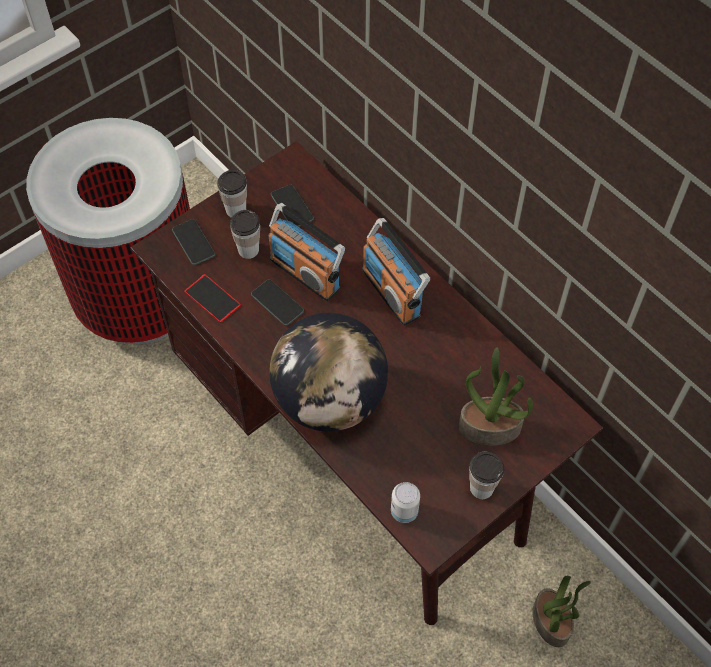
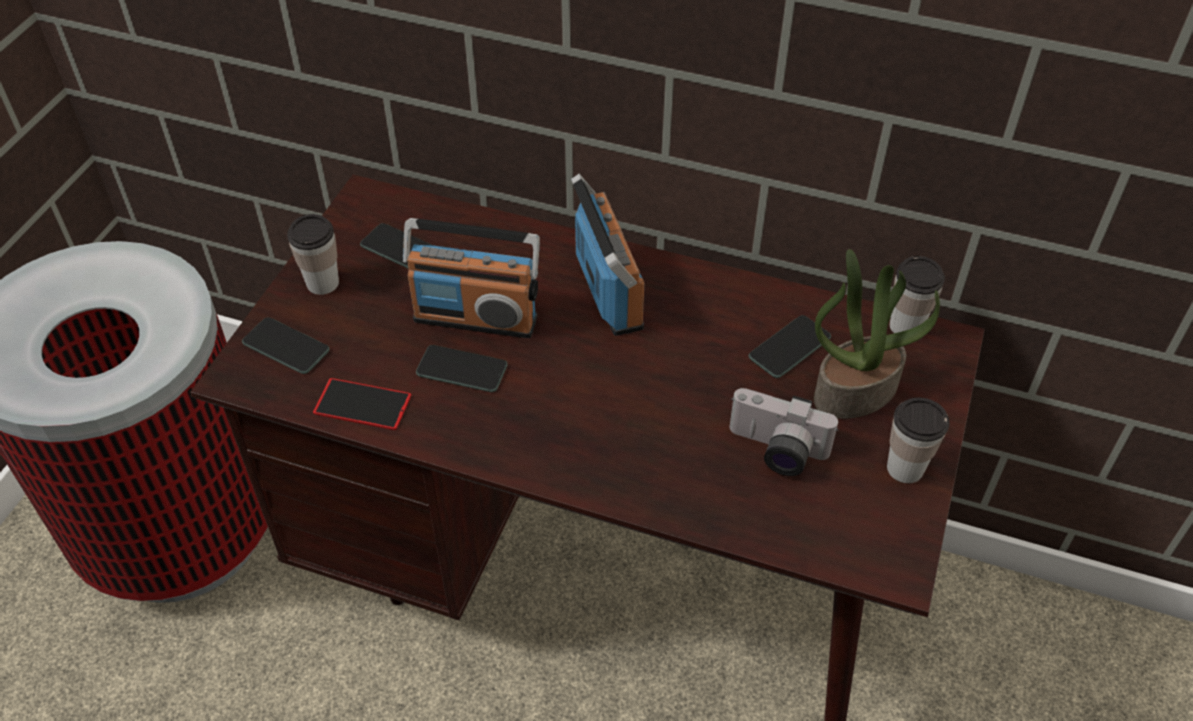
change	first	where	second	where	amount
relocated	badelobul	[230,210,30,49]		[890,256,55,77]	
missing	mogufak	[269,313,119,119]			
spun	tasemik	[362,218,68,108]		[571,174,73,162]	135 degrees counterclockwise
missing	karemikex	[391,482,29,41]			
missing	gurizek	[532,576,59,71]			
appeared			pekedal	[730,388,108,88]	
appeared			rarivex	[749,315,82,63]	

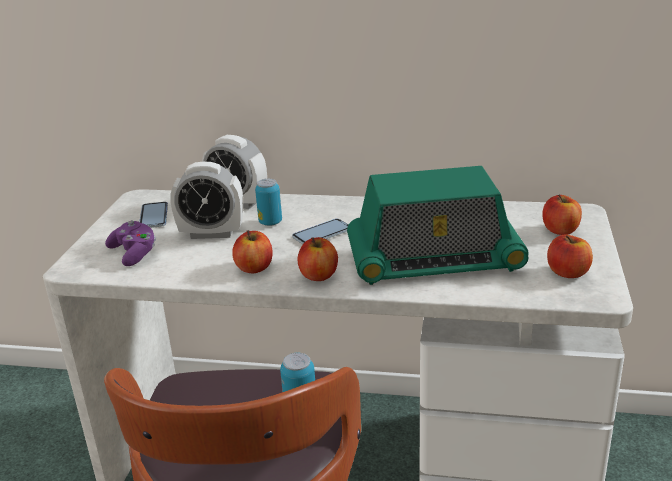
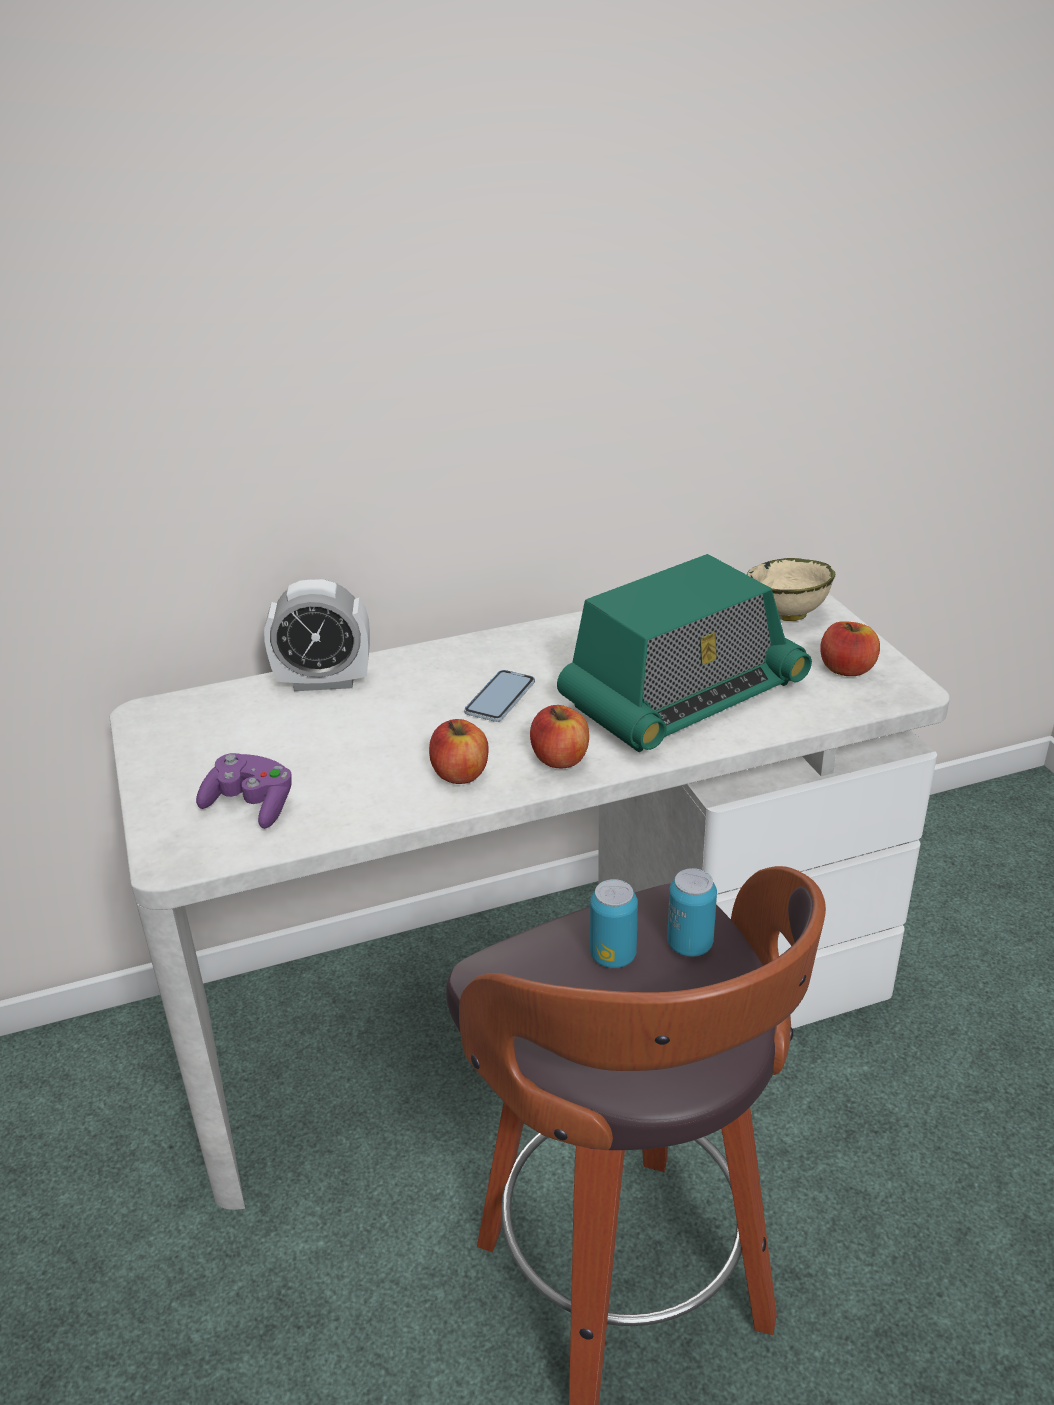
change	first	where	second	where	amount
missing	rarivex	[139,202,29,26]			
missing	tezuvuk	[170,162,73,77]			
relocated	karemikex	[255,179,27,47]		[590,879,48,89]	
exchanged	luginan	[542,194,40,41]	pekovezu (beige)	[747,558,88,63]	

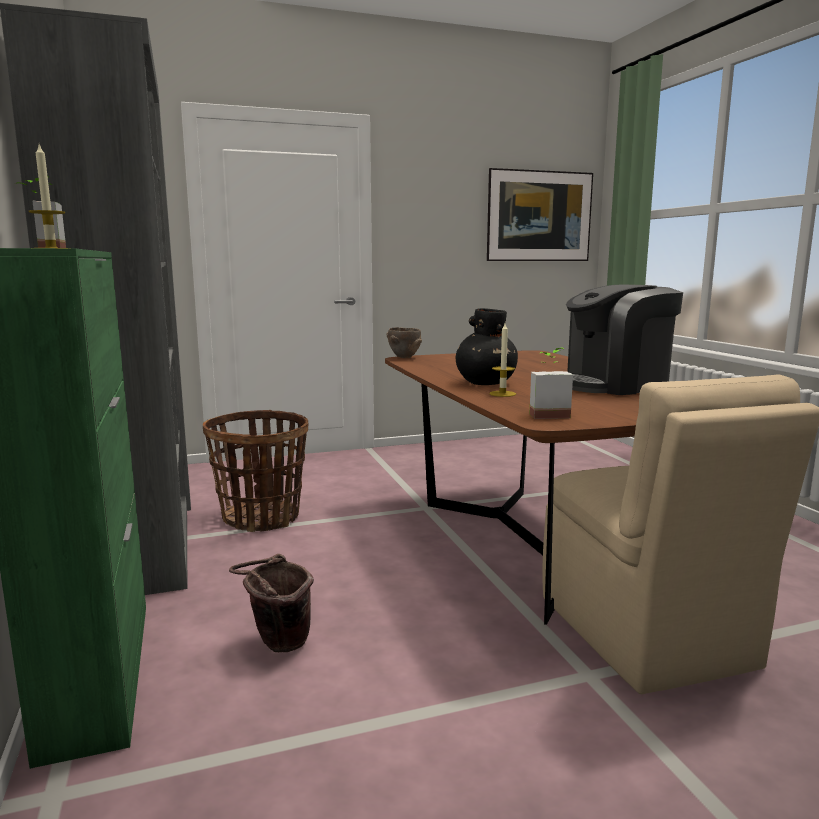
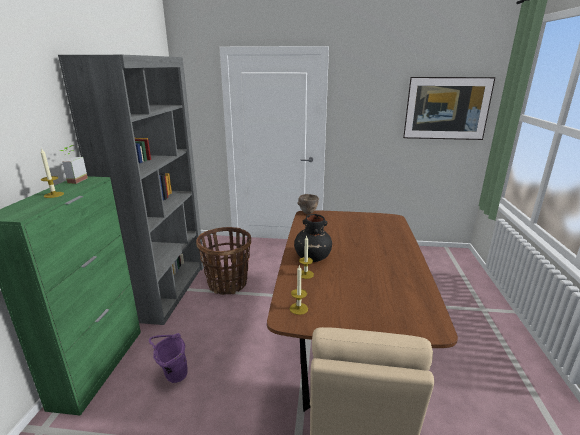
change	first	where	second	where	amount
colour	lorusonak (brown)	[229,554,85,98]	lorusonak (purple)	[149,333,39,50]	
exchanged	gurizek	[529,347,44,72]	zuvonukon	[290,265,18,50]	
missing	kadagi	[566,285,117,110]			

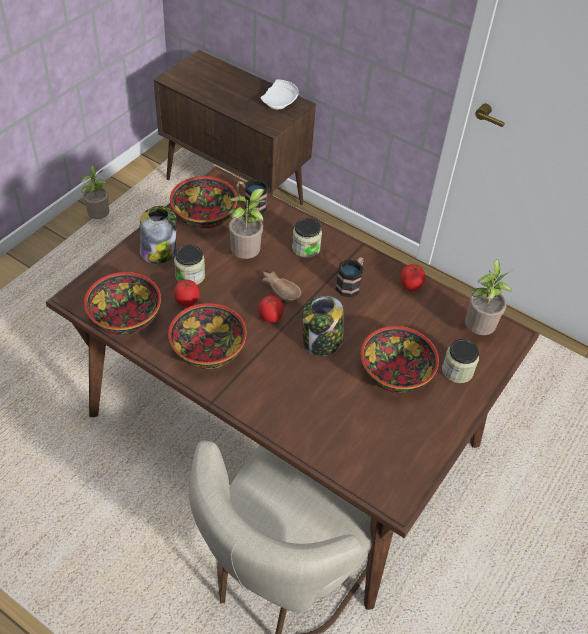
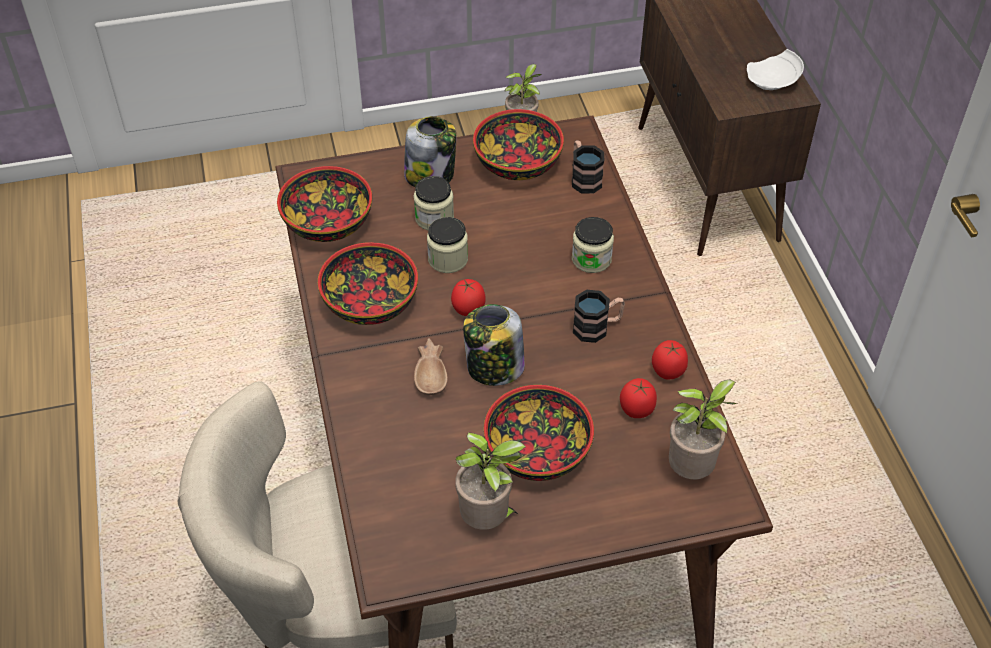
change	first	where	second	where	amount
relocated	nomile	[174,280,26,27]		[620,378,37,40]	
relocated	gurizek	[229,188,38,71]		[455,432,71,98]	
relocated	pekovezu (brown)	[262,271,39,31]		[414,338,33,57]	
relocated	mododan	[442,339,37,44]		[427,217,41,56]	

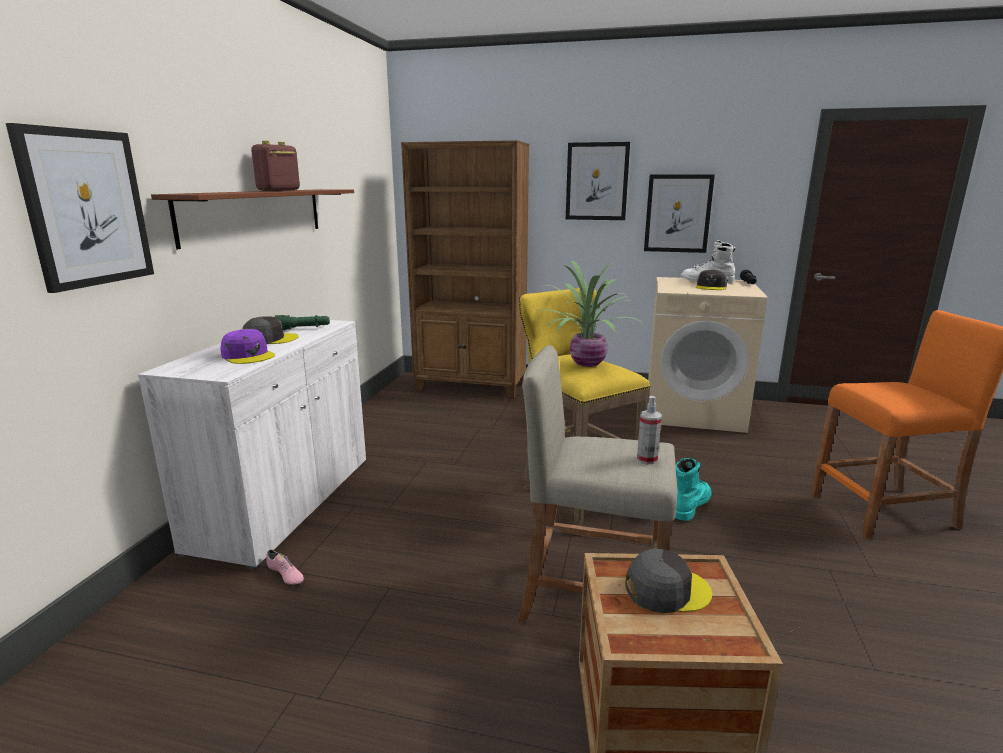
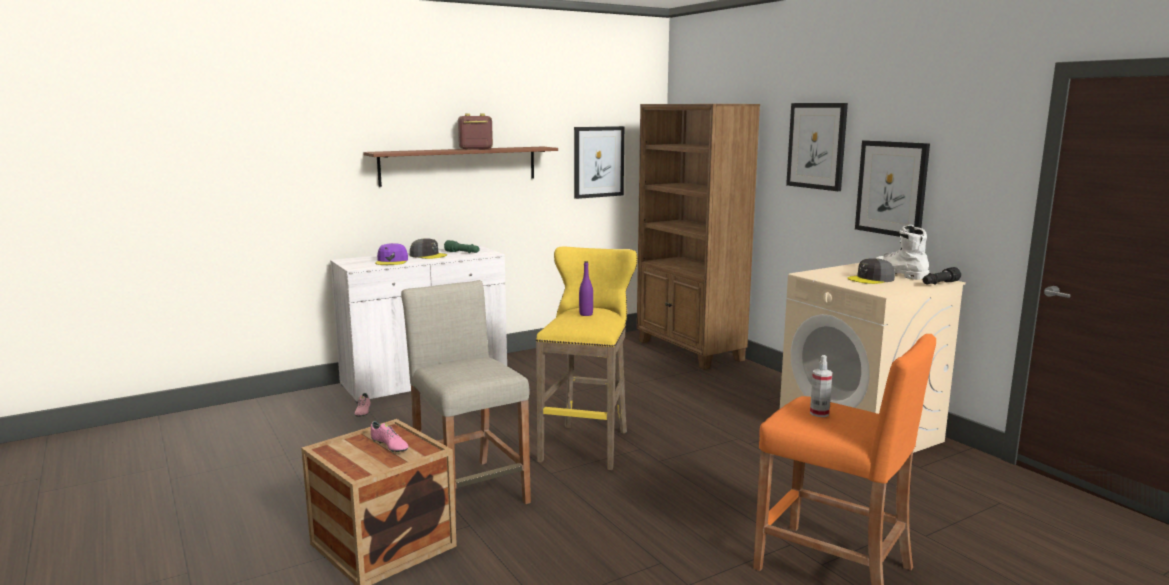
change	first	where	second	where	amount
relocated	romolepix	[6,123,148,170]		[574,126,50,73]	
exchanged	gurizek	[539,261,101,106]	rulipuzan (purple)	[579,261,14,55]	
exchanged	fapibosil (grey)	[625,549,87,64]	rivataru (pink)	[371,421,37,32]	
relocated	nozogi	[637,396,25,68]		[810,355,23,62]	
missing	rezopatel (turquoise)	[675,458,37,63]			

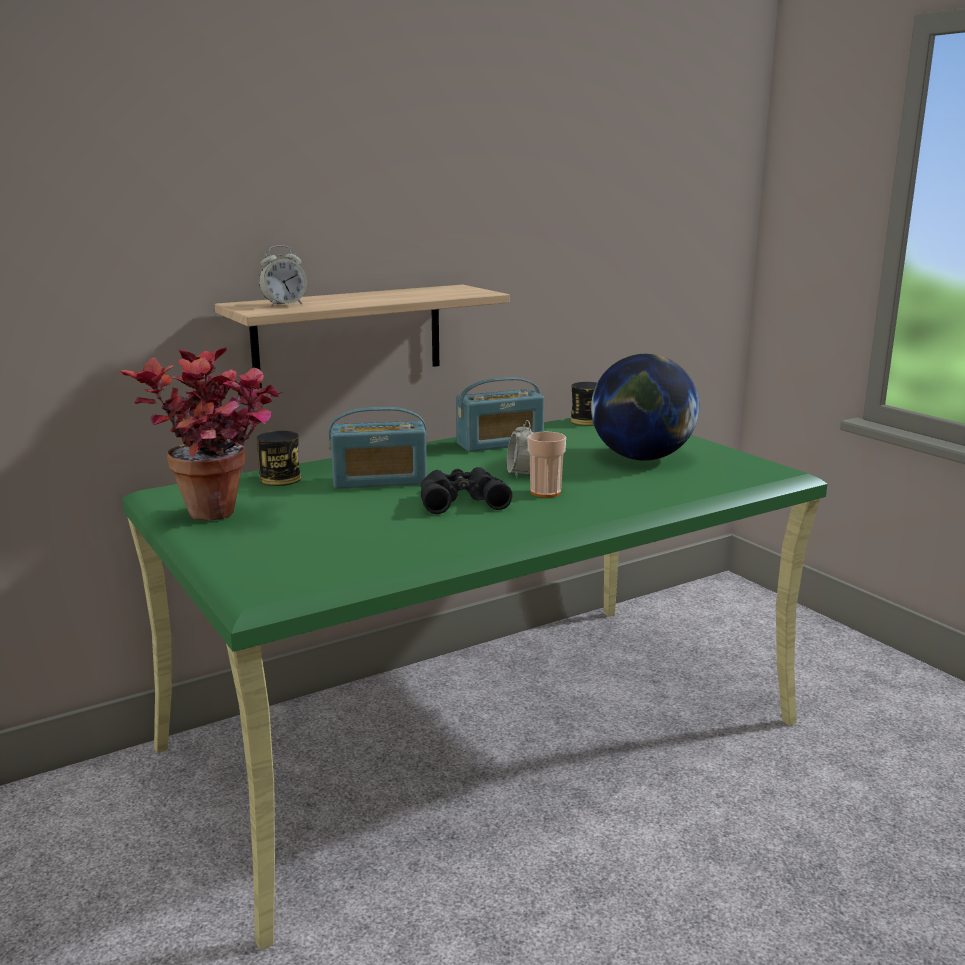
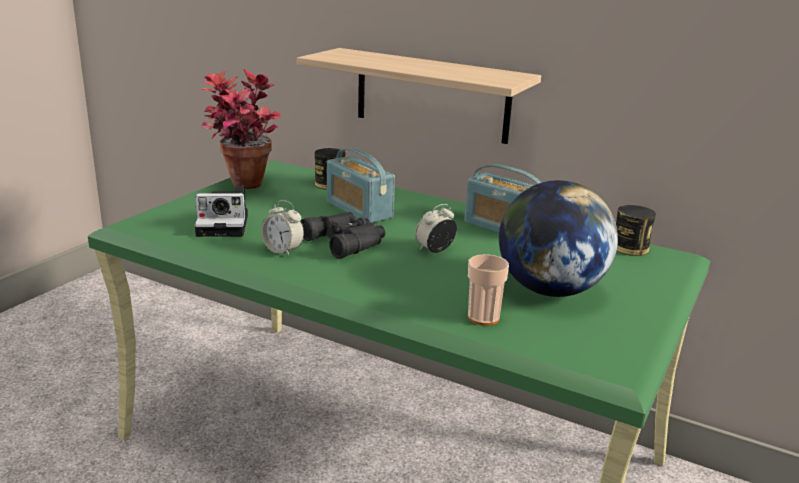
change	first	where	second	where	amount
relocated	tezuvuk	[259,245,48,62]		[261,200,43,56]	
relocated	badelobul	[527,431,39,67]		[468,254,41,72]	
appeared			pekedal	[195,186,53,51]	

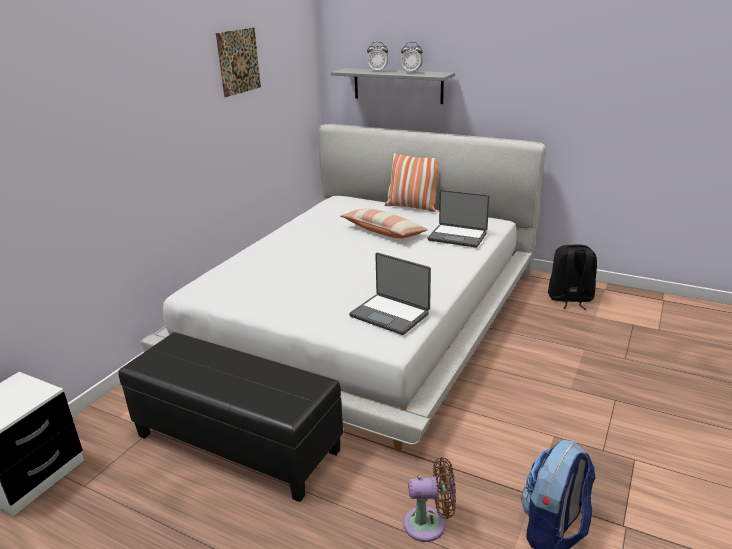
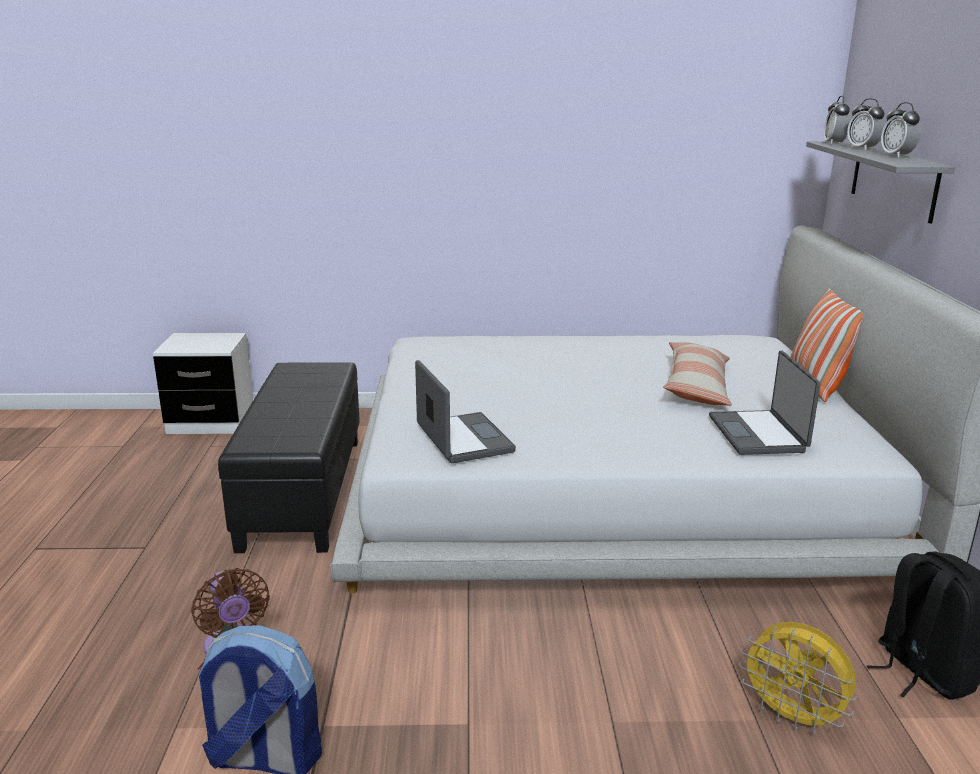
change	first	where	second	where	amount
missing	romolepix	[216,27,45,70]			
spun	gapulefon	[349,252,82,83]		[415,360,101,103]	150 degrees clockwise
appeared			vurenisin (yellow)	[739,622,118,113]	
appeared			tezuvuk	[824,96,27,49]	

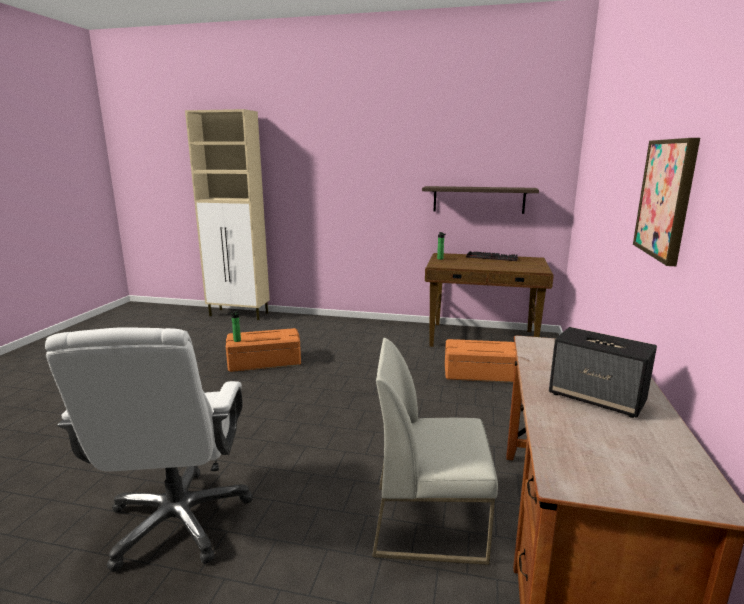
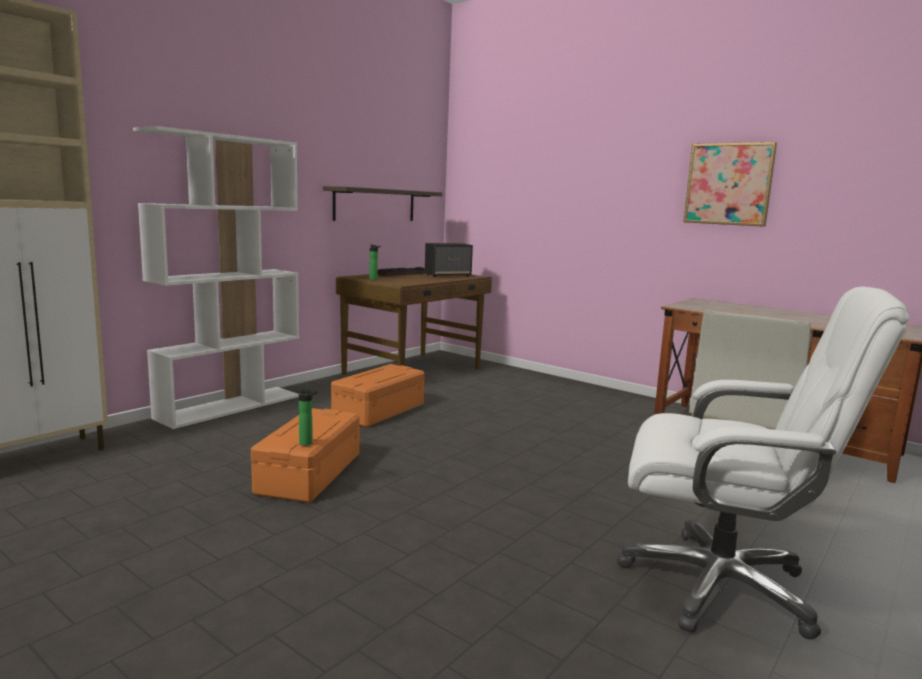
change	first	where	second	where	amount
relocated	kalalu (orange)	[445,339,71,44]		[331,364,94,64]	
relocated	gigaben	[549,327,108,91]		[425,243,48,34]	
appeared			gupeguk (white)	[133,126,166,303]	

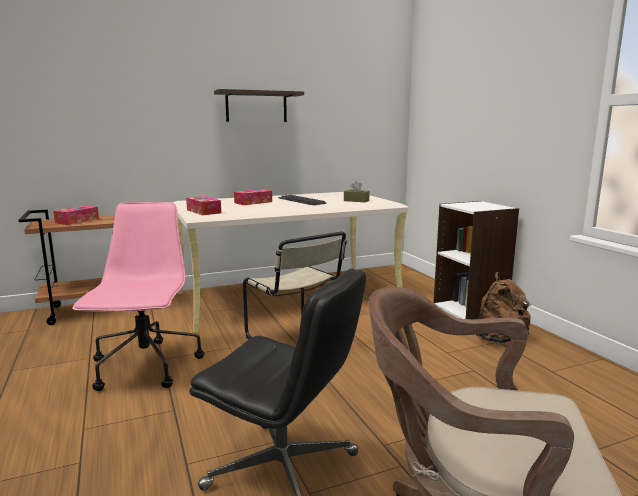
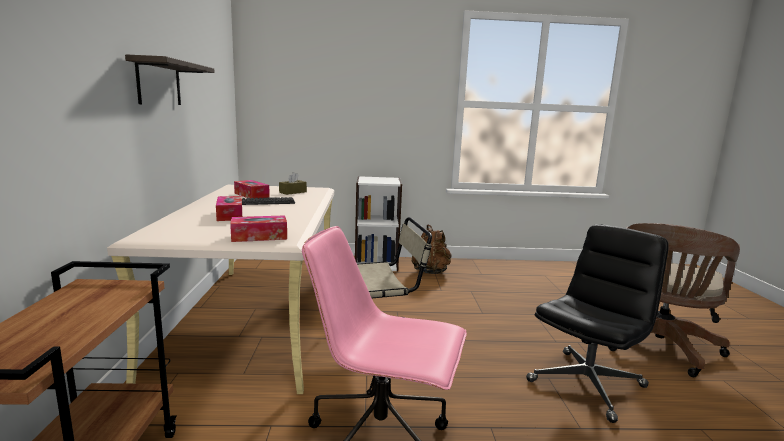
change	first	where	second	where	amount
relocated	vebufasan	[53,206,46,19]		[234,180,36,19]	

